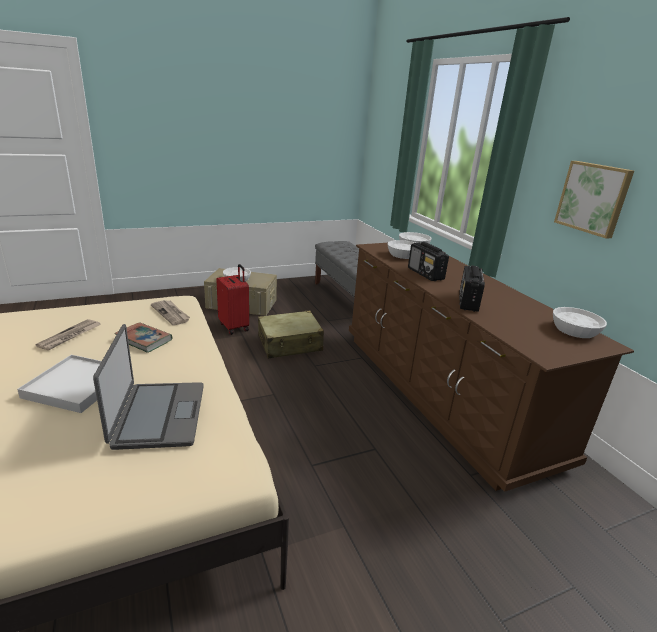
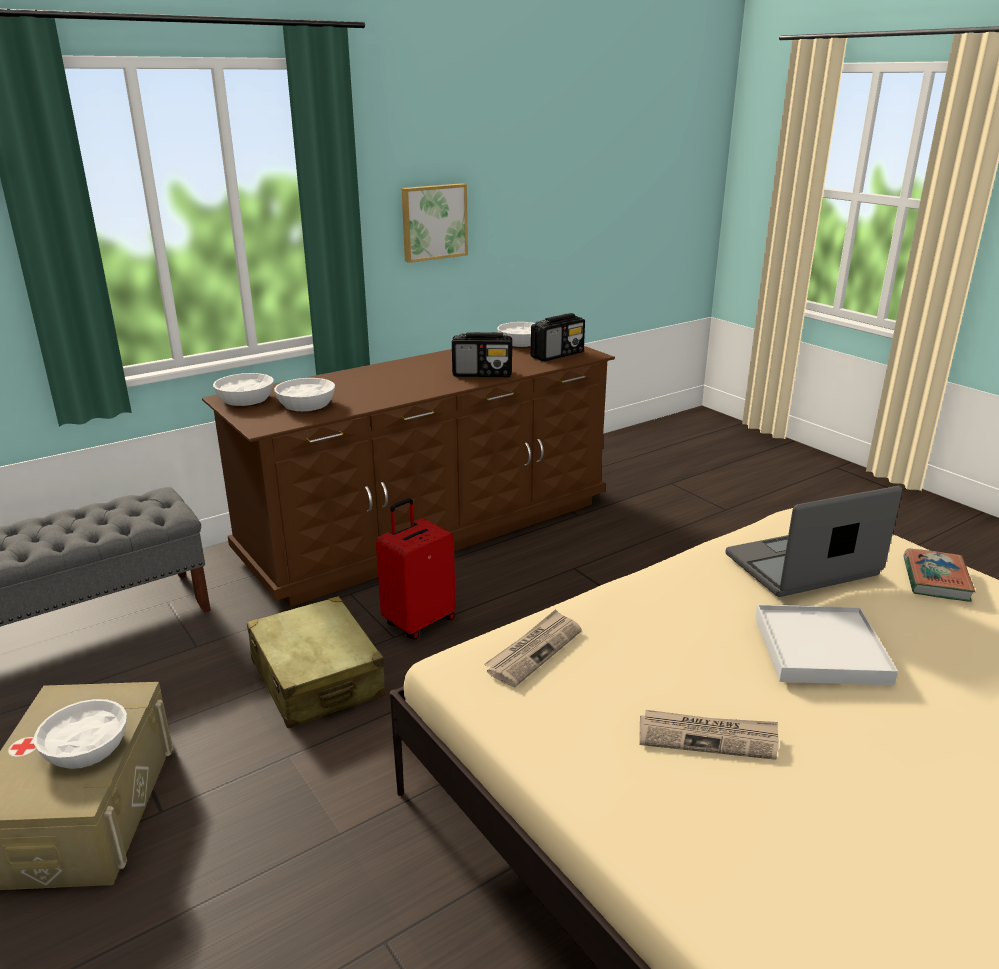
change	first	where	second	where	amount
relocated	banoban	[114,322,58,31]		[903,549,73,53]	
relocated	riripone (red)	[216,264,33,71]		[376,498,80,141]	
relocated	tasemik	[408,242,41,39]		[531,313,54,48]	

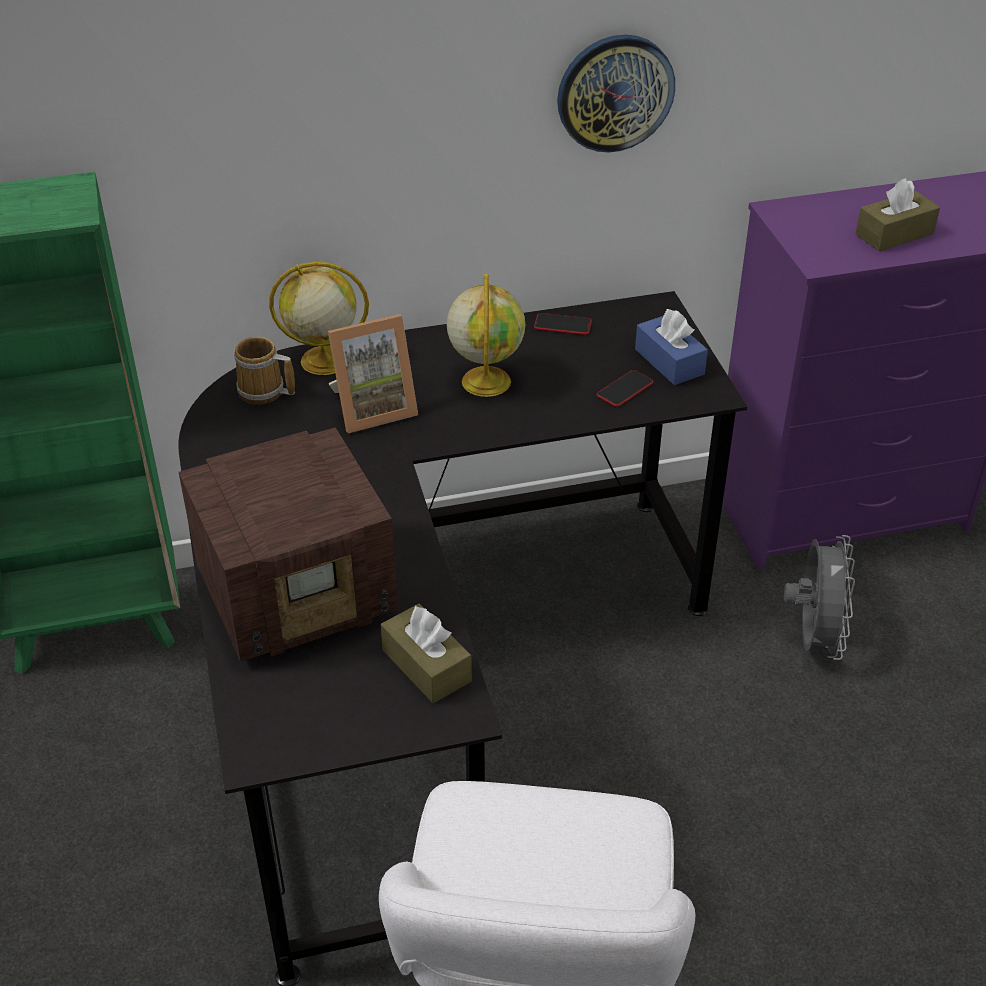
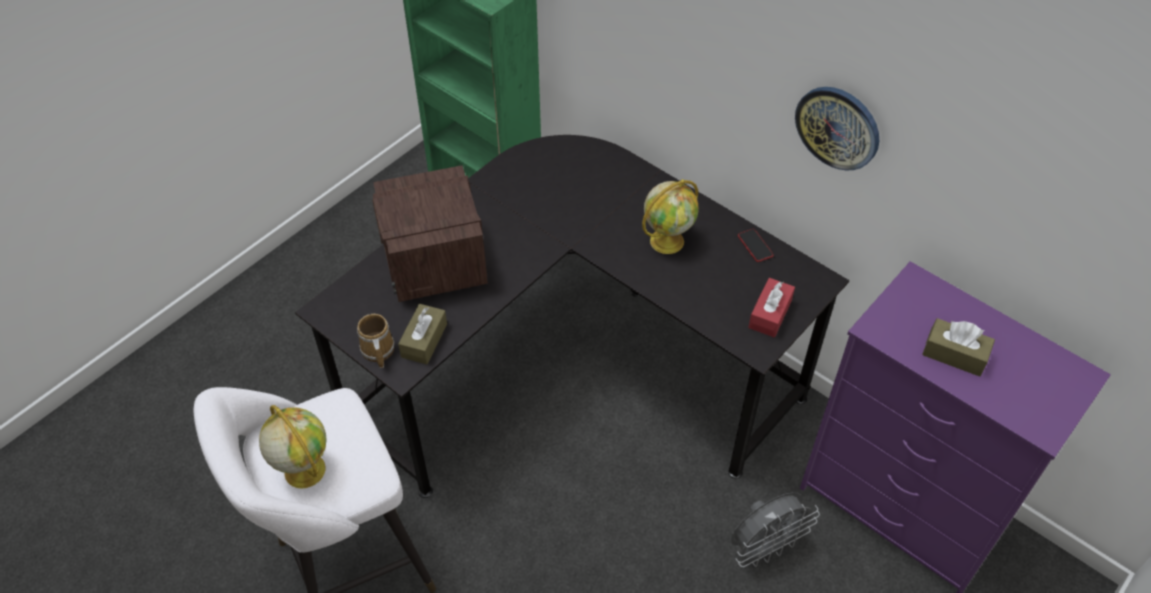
change	first	where	second	where	amount
spun	tasemik	[179,427,219,234]		[373,165,115,137]	45 degrees clockwise
relocated	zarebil	[234,337,61,68]		[357,314,37,54]	
relocated	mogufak	[269,262,100,113]		[259,405,68,83]	
missing	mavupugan	[328,314,90,119]			
missing	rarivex	[596,370,58,37]			
colour	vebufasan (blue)	[635,309,73,76]	vebufasan (red)	[748,278,47,59]	

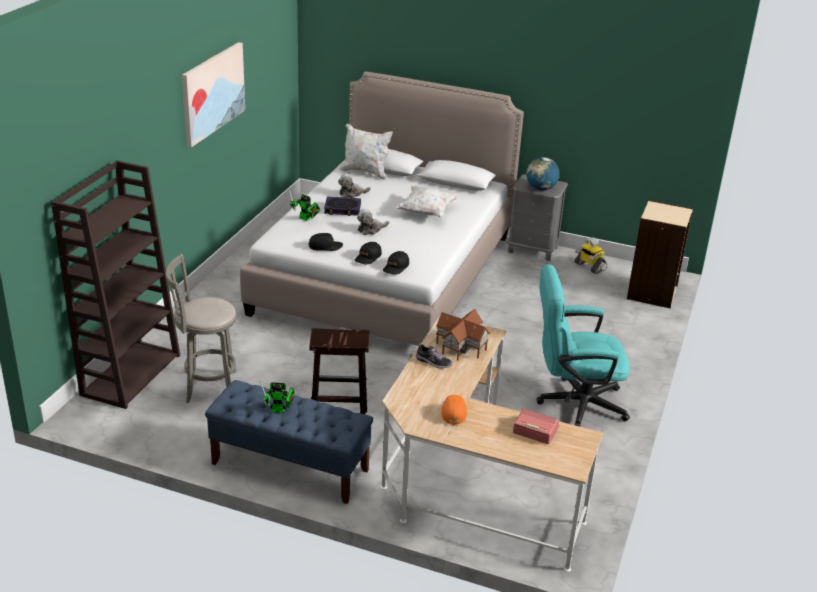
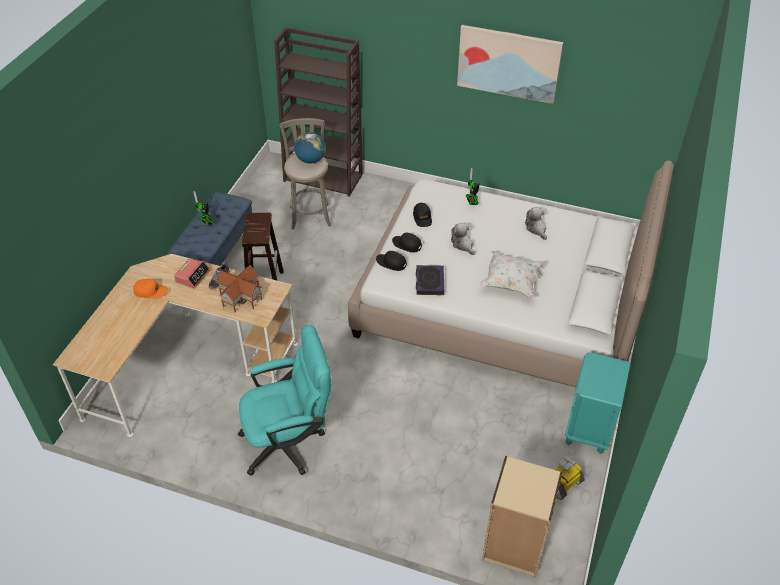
change	first	where	second	where	amount
relocated	banoban	[324,196,37,20]		[416,265,28,30]	
missing	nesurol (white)	[340,124,53,56]			
colour	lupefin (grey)	[507,174,61,87]	lupefin (turquoise)	[565,352,66,102]	
relocated	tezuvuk	[513,408,46,36]		[174,258,36,30]	
relocated	mogufak	[526,157,34,34]		[294,132,32,32]	
spun	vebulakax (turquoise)	[536,264,94,163]		[238,325,94,151]	75 degrees clockwise

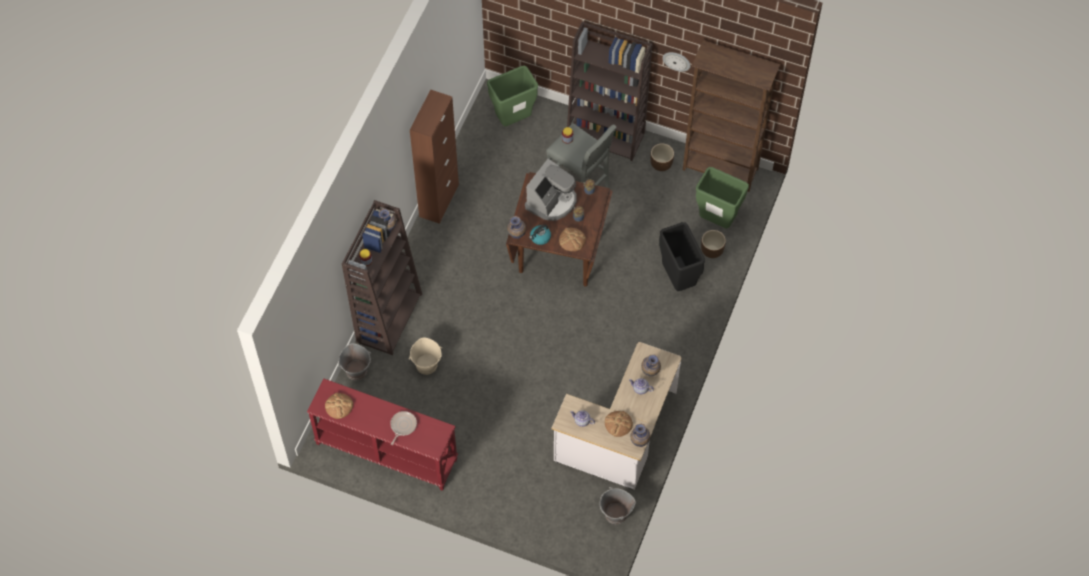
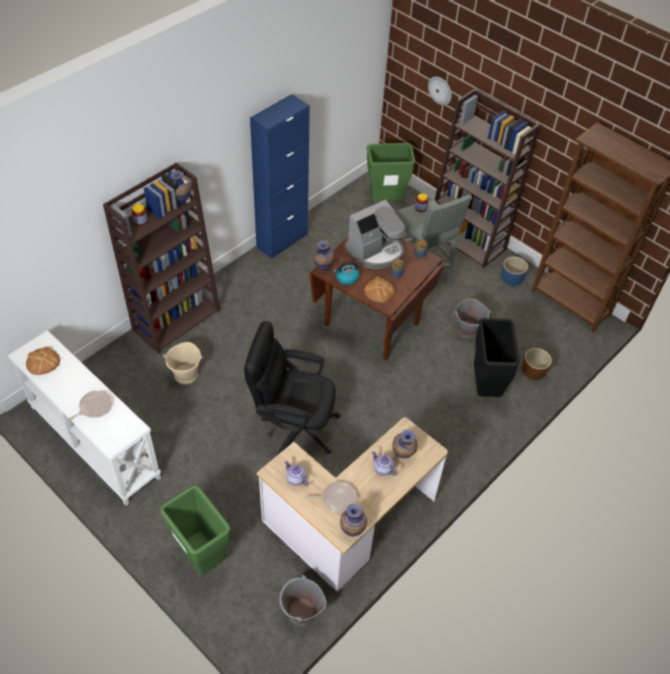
change	first	where	second	where	amount
colour	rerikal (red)	[307,378,151,113]	rerikal (white)	[8,330,153,176]	
relocated	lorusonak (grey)	[338,343,33,37]		[454,299,37,40]	
colour	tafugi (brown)	[410,90,49,134]	tafugi (blue)	[250,94,60,165]	
exchanged	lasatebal	[605,411,28,26]	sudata	[305,481,52,32]	
colour	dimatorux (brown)	[650,143,24,28]	dimatorux (blue)	[501,257,27,29]	
relocated	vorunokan	[663,52,28,20]		[428,76,24,29]	
relocated	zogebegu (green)	[696,167,53,62]		[160,486,70,89]	
appeared			vebulakax (black)	[244,321,97,133]	

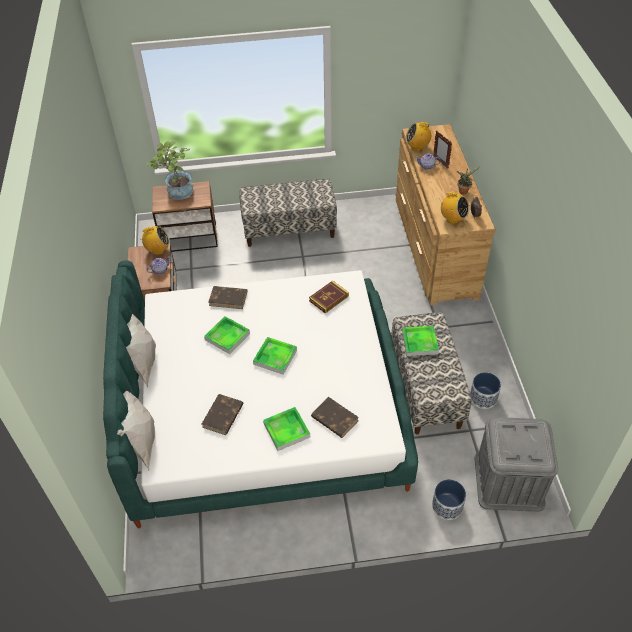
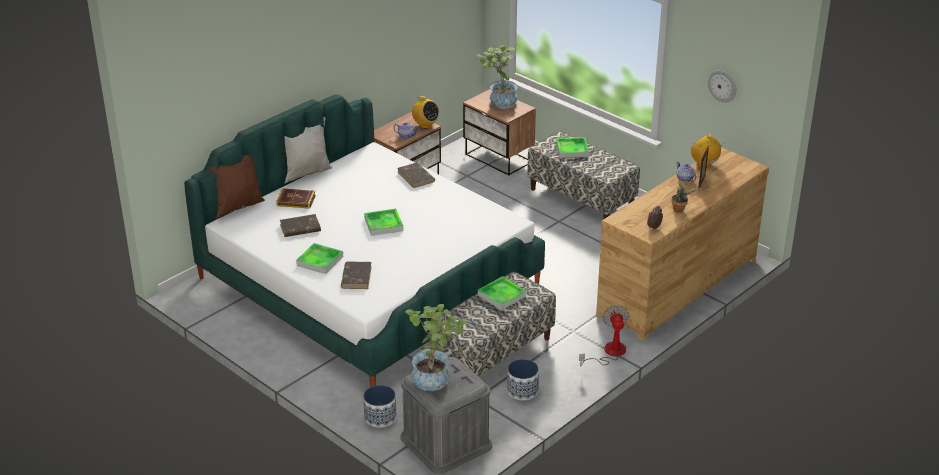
change	first	where	second	where	amount
colour	nesurol (white)	[117,391,38,80]	nesurol (brown)	[209,155,56,64]	
relocated	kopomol	[204,316,46,38]		[556,137,33,21]	
relocated	banoban	[309,281,40,33]		[276,188,40,21]	
missing	tasemik	[439,192,30,32]			
appeared			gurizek	[405,304,62,87]	
appeared			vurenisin	[579,305,51,61]	
appeared			vorunokan	[708,70,28,33]	

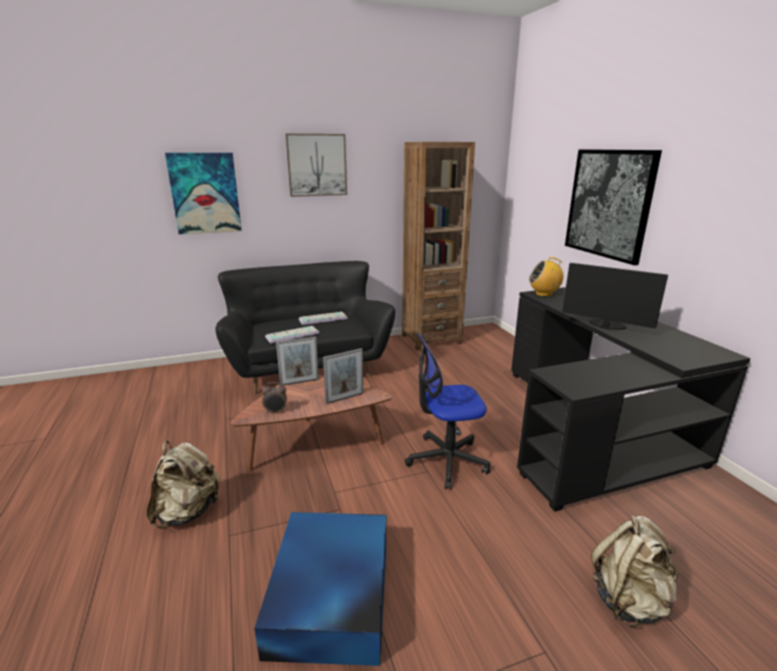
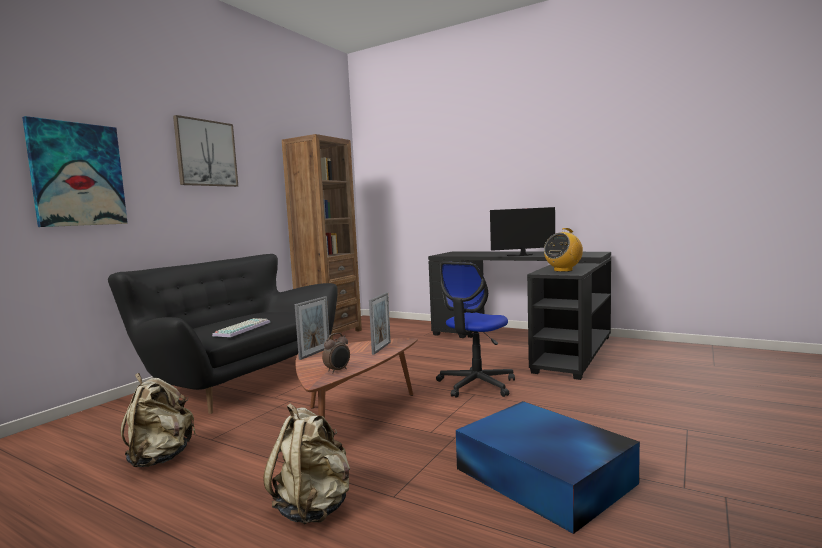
change	first	where	second	where	amount
missing	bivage	[299,312,49,13]			
relocated	tasemik	[529,257,35,40]		[544,228,39,44]	
missing	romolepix	[565,149,97,116]			
relocated	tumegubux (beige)	[591,515,87,113]		[120,373,76,94]	

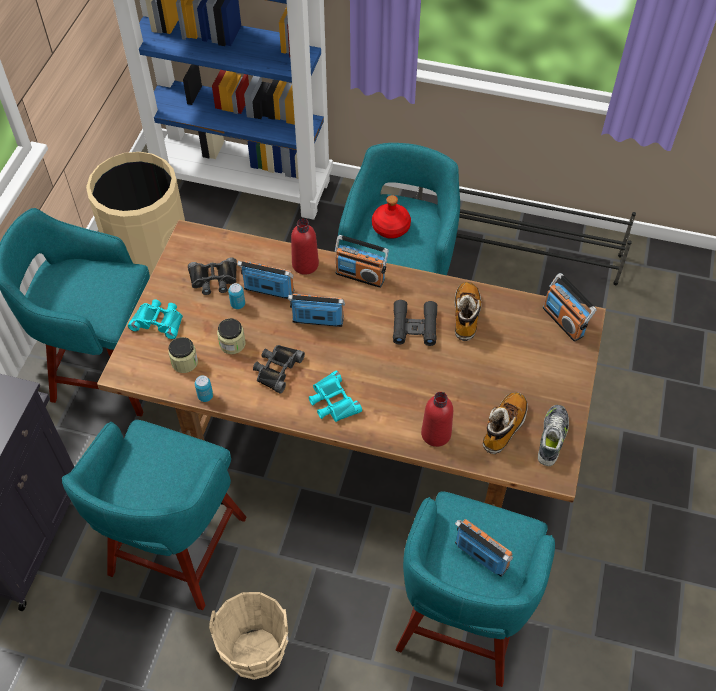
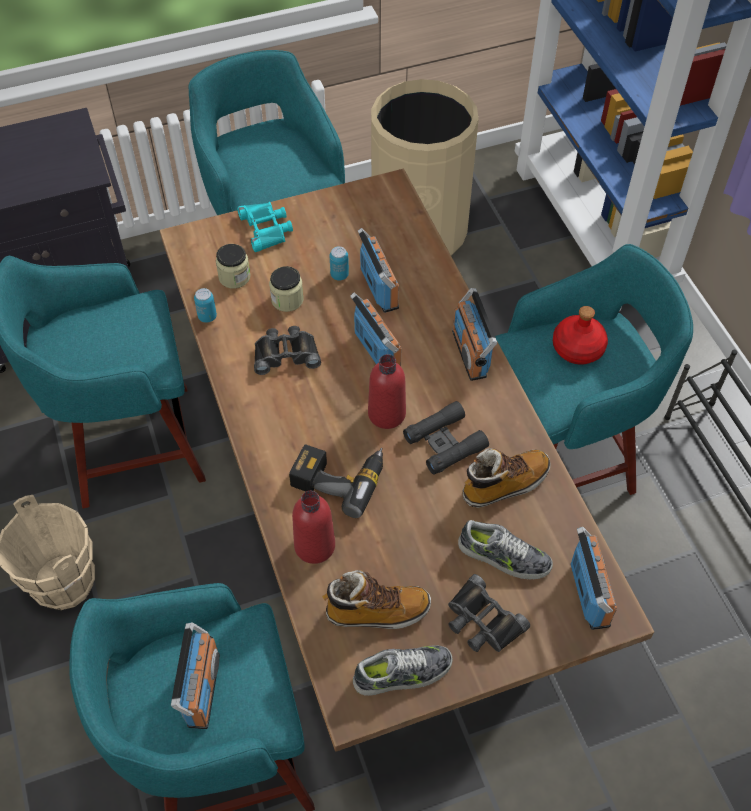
change	first	where	second	where	amount
relocated	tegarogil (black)	[188,257,49,38]		[448,574,82,78]	
relocated	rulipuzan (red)	[291,219,28,56]		[368,354,38,75]	
missing	tegarogil (turquoise)	[309,371,53,51]			
spun	tasemik	[543,273,54,69]		[570,527,47,103]	150 degrees clockwise
appeared			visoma	[289,444,94,74]	
appeared			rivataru	[458,520,95,60]	

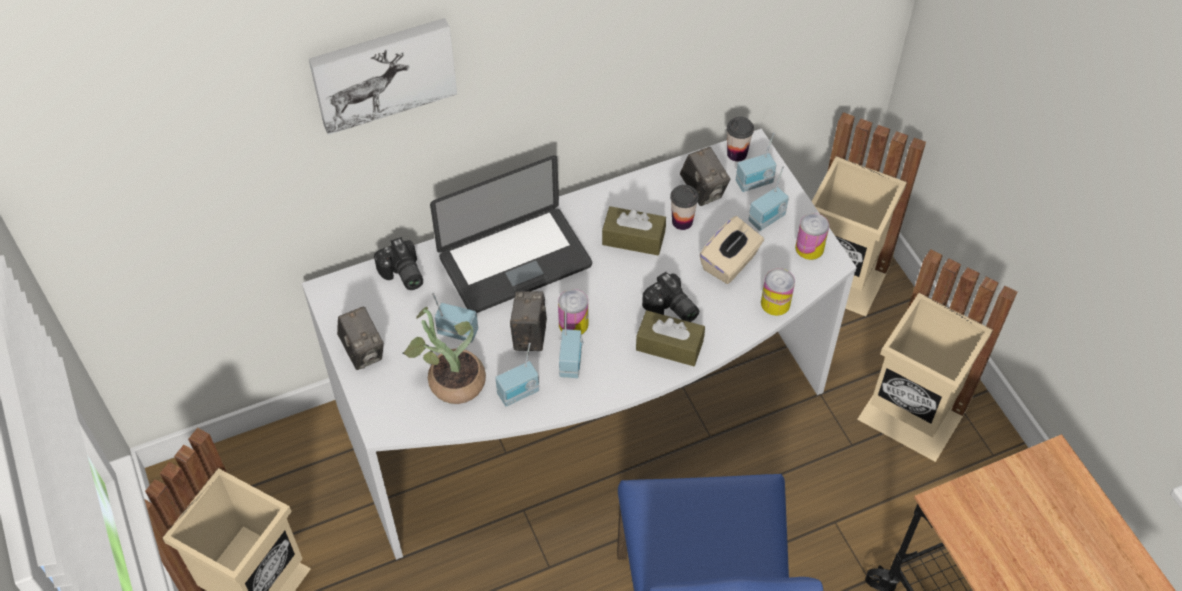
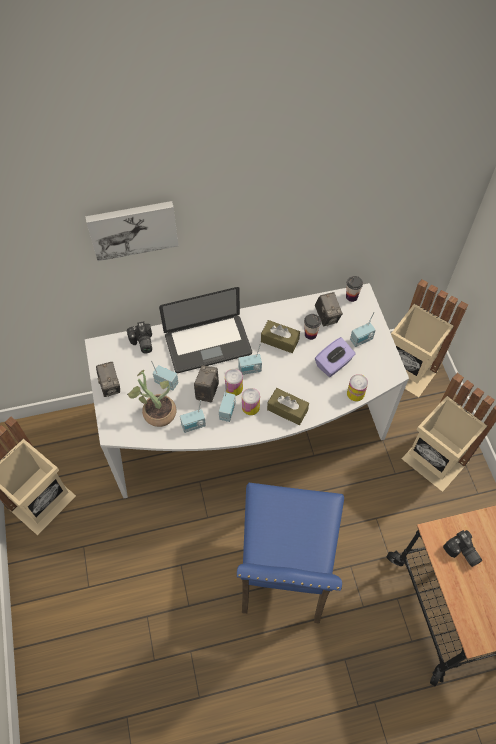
change	first	where	second	where	amount
relocated	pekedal	[642,272,57,50]		[443,530,39,37]	
colour	vebufasan (beige)	[699,216,65,68]	vebufasan (purple)	[315,337,41,40]	
relocated	tasemik	[736,132,40,60]		[238,344,24,31]	
relocated	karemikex	[795,213,34,47]		[242,388,18,27]	

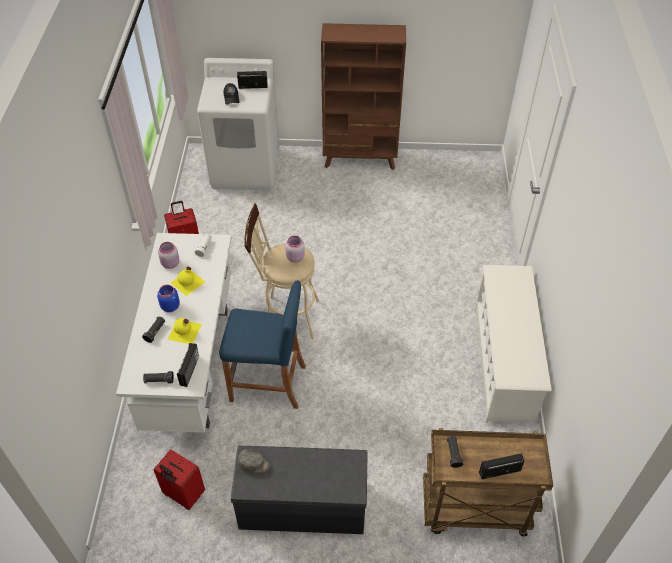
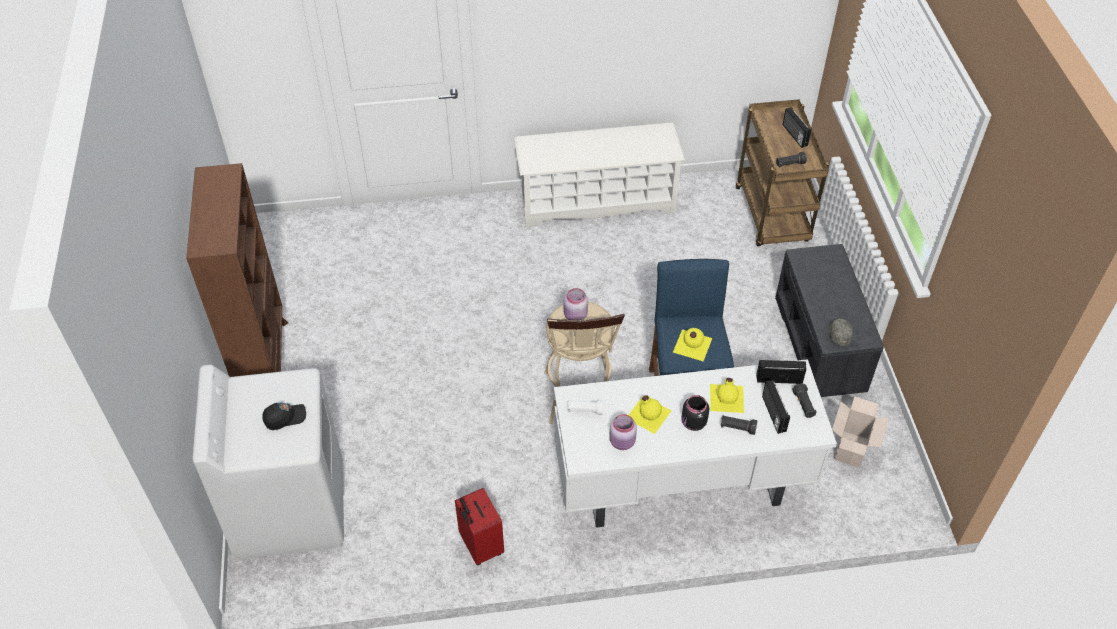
change	first	where	second	where	amount
exchanged	riripone (red)	[153,449,52,61]	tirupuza	[832,396,57,72]	
colour	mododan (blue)	[157,285,23,27]	mododan (black)	[681,395,28,36]	
relocated	tasemik	[237,71,31,18]		[762,380,28,54]	
appeared			rulipuzan (yellow)	[673,328,39,33]	

